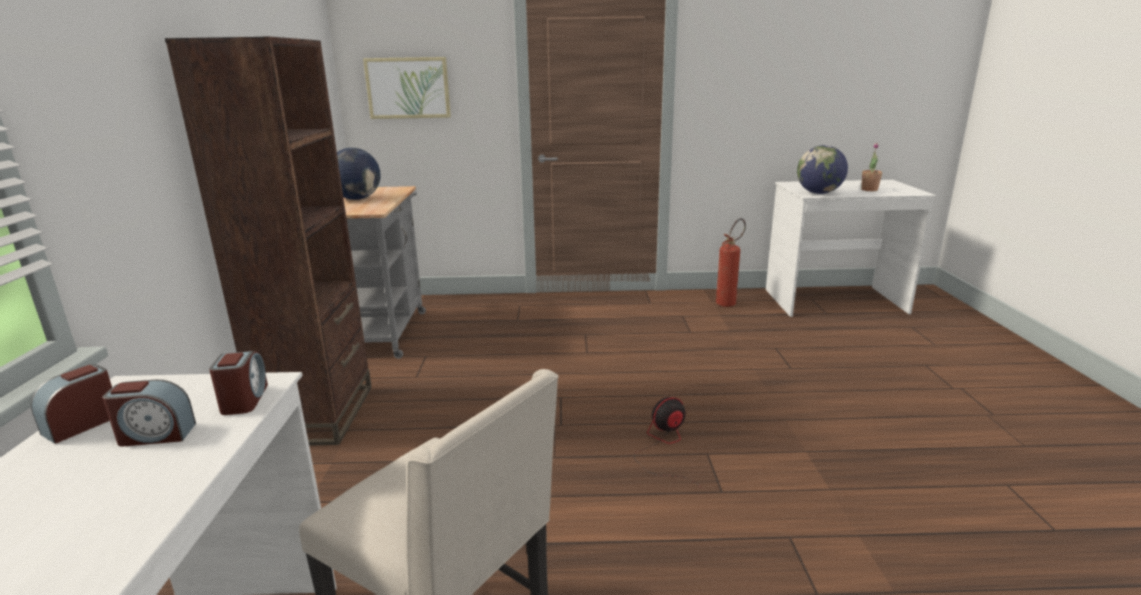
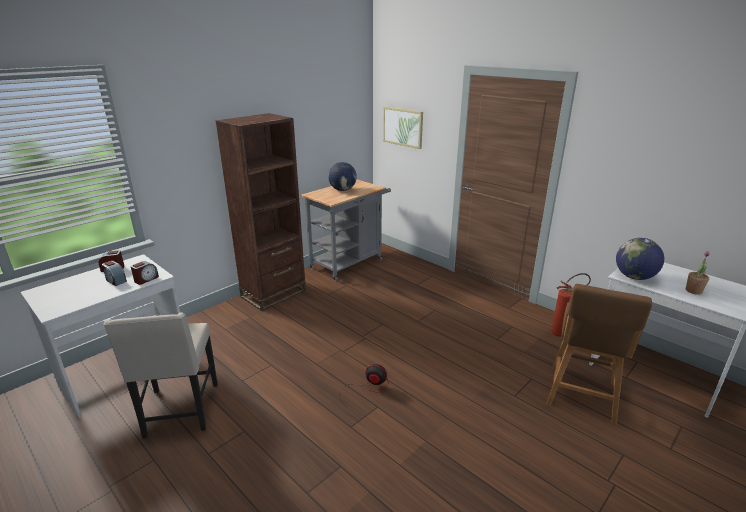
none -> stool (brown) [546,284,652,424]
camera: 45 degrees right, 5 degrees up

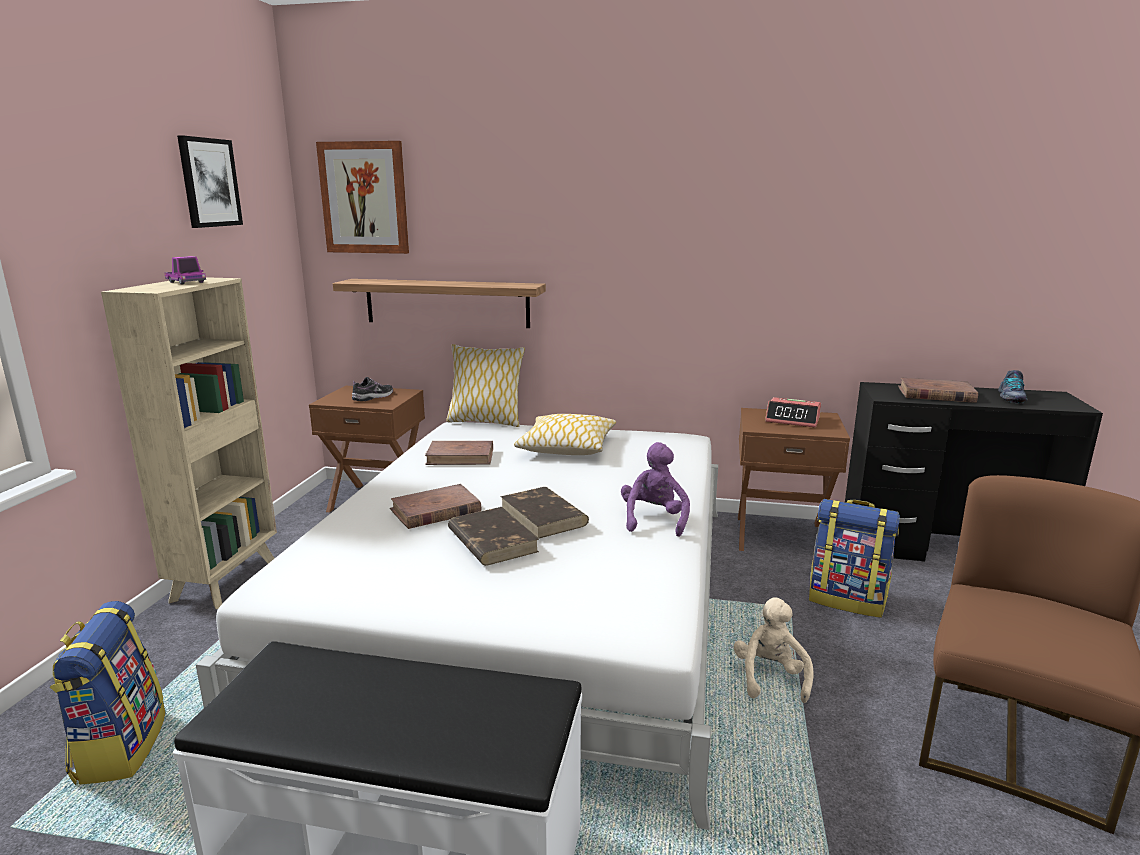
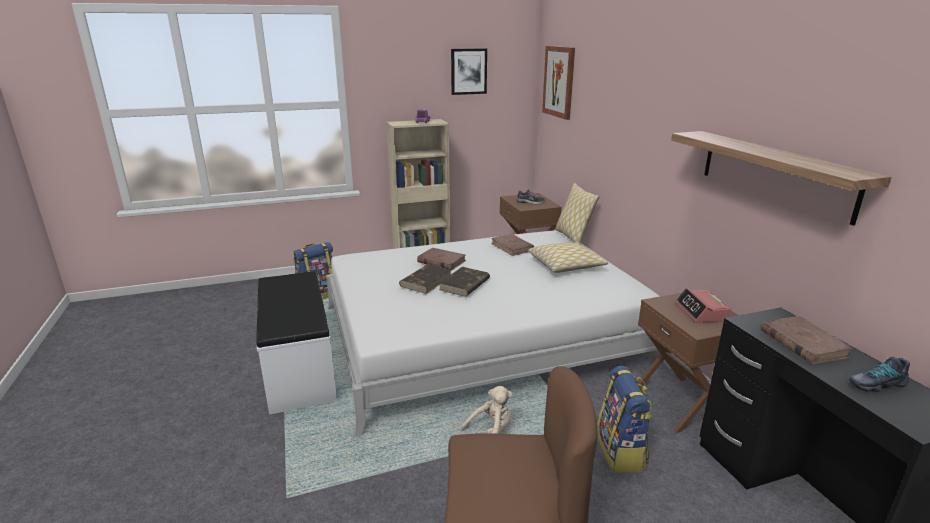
shelf [333,279,546,328] -> shelf [671,131,892,226], moved
plush toy (purple) [621,442,690,537] -> none
camera: 60 degrees right, 5 degrees up

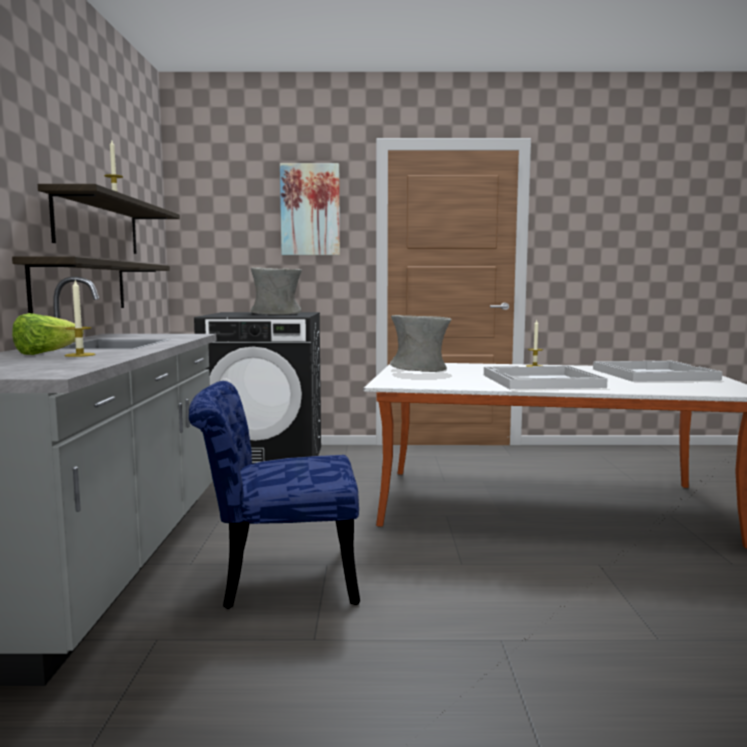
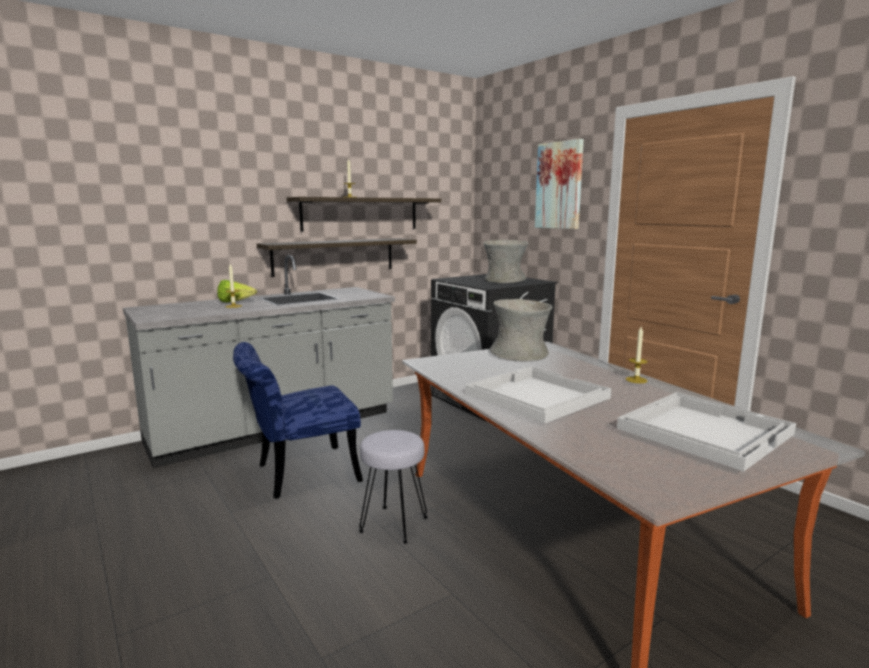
chair (blue) [189,381,360,609] -> chair (blue) [233,342,363,499], 75 degrees counterclockwise
none -> stool (grey) [359,430,428,544]
camera: 55 degrees right, 5 degrees up

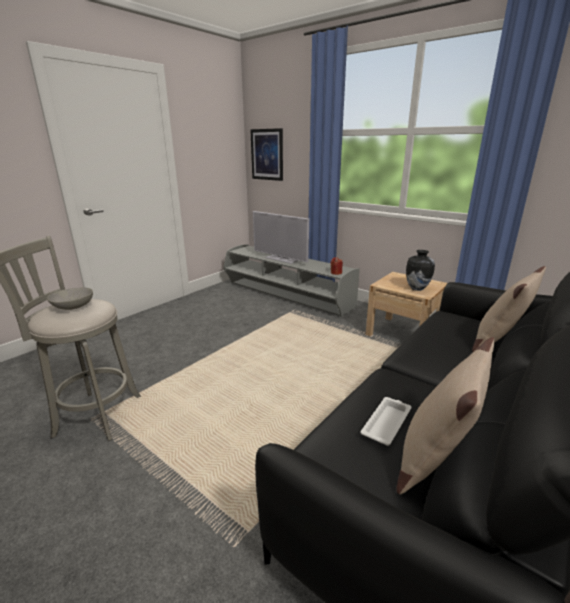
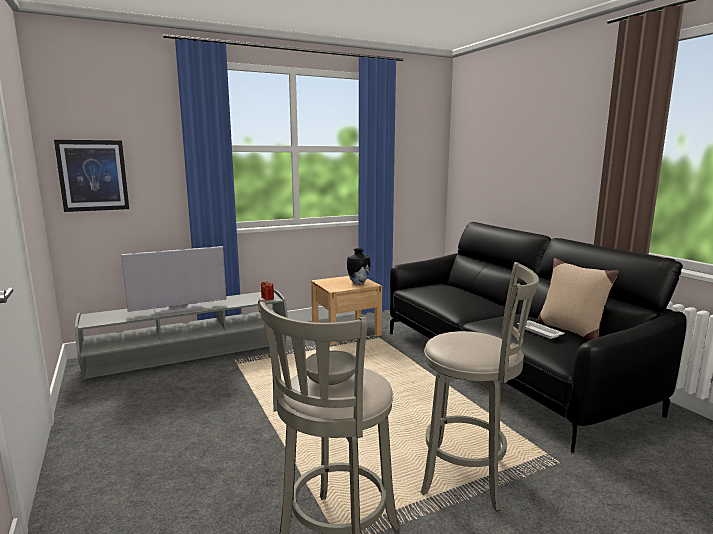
none -> stool (grey) [420,262,539,512]
pillow (beige) [472,266,546,352] -> none
camera: 65 degrees left, 10 degrees down

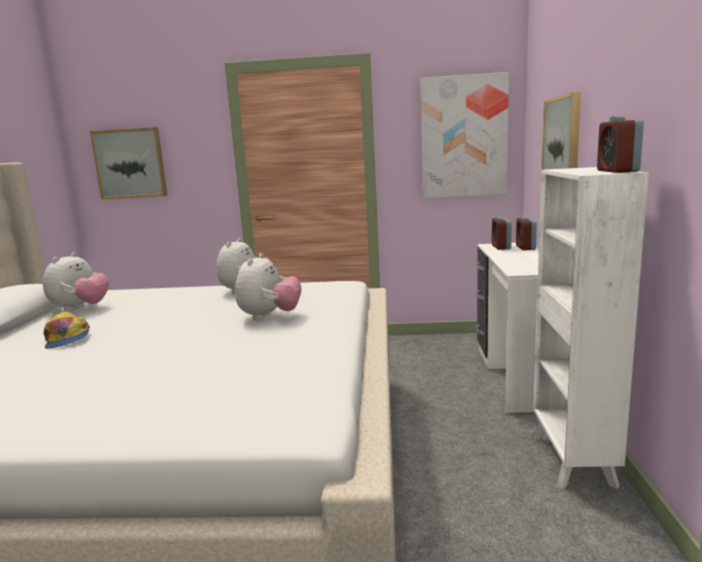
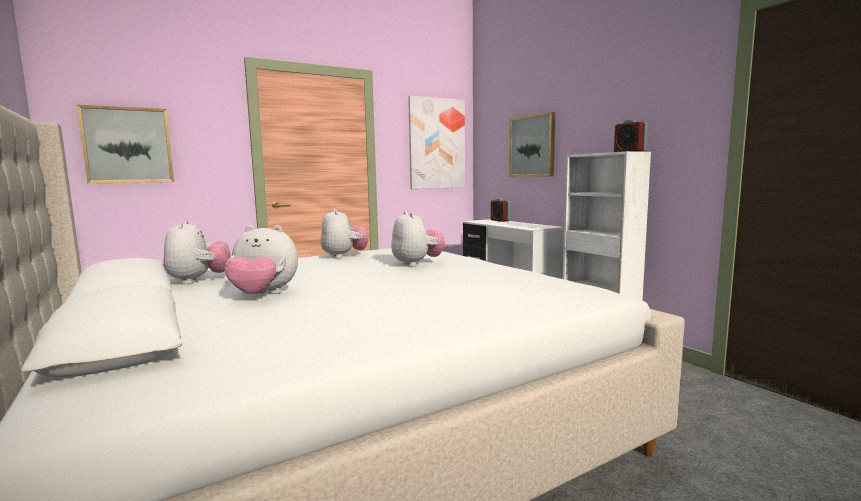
cap [43,311,90,349] -> plush toy [224,225,298,294]
alarm clock [492,216,512,250] -> none
camera: 35 degrees left, 5 degrees down

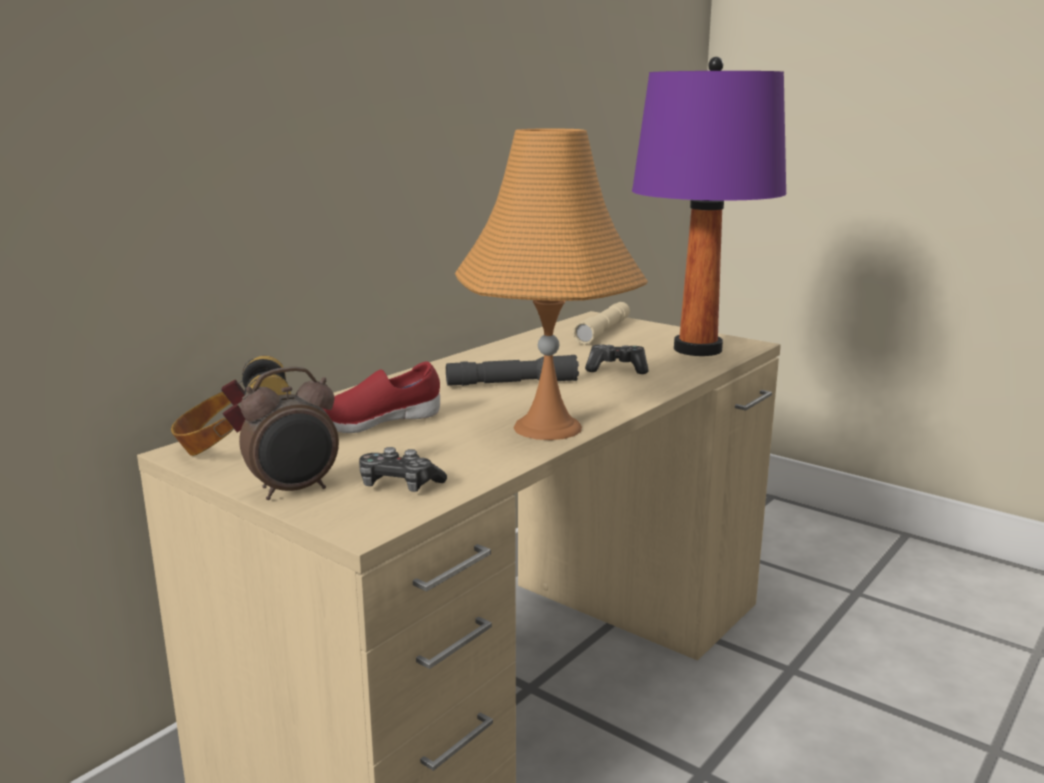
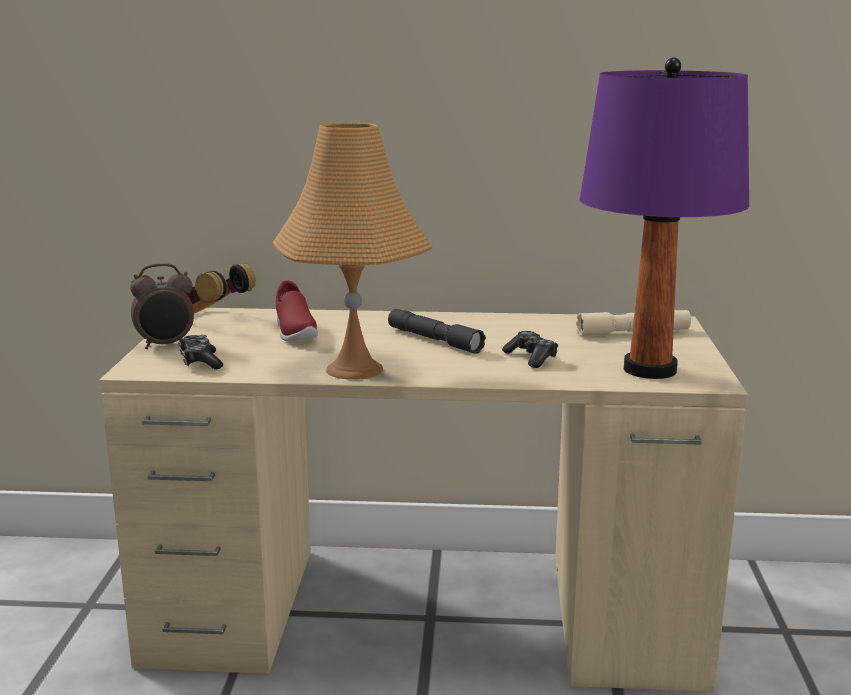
alarm clock [239,366,339,500] -> alarm clock [130,263,194,349], 45 degrees counterclockwise
shoe (red) [322,361,440,433] -> shoe (red) [276,280,318,342], 135 degrees counterclockwise
camera: 55 degrees right, 0 degrees up

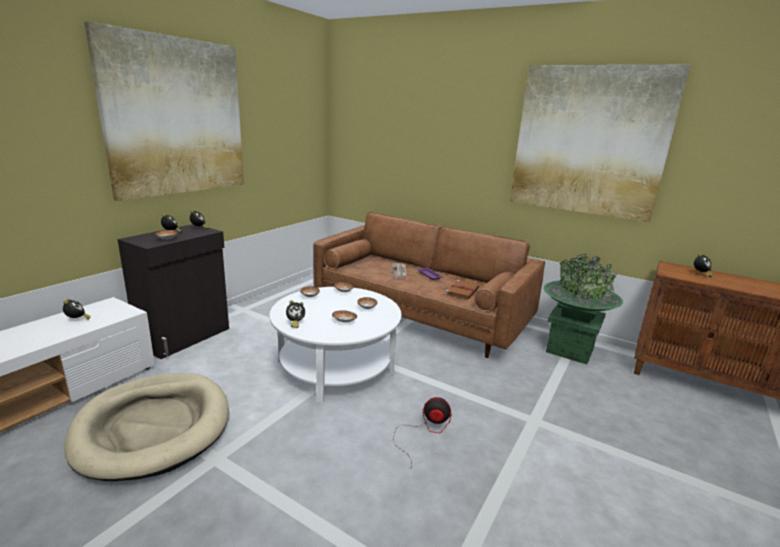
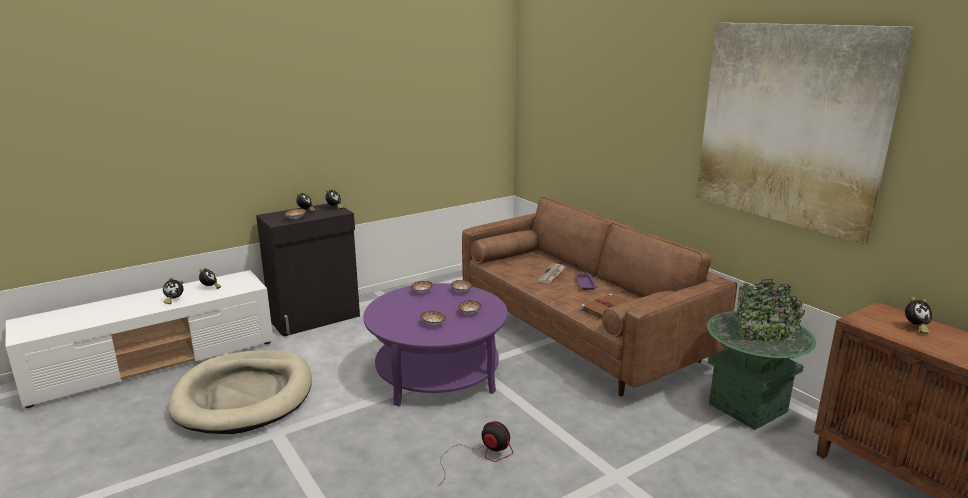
alarm clock [286,301,305,328] -> alarm clock [163,277,184,304], moved
coffee table (white) [269,287,401,403] -> coffee table (purple) [363,283,508,406]
picture [84,21,244,201] -> none
camera: 25 degrees right, 0 degrees up

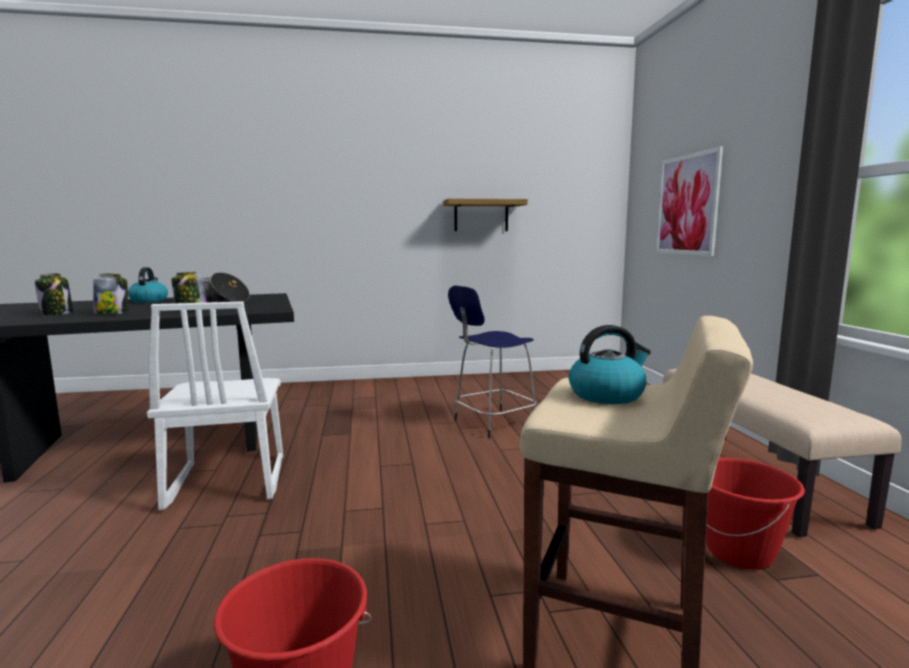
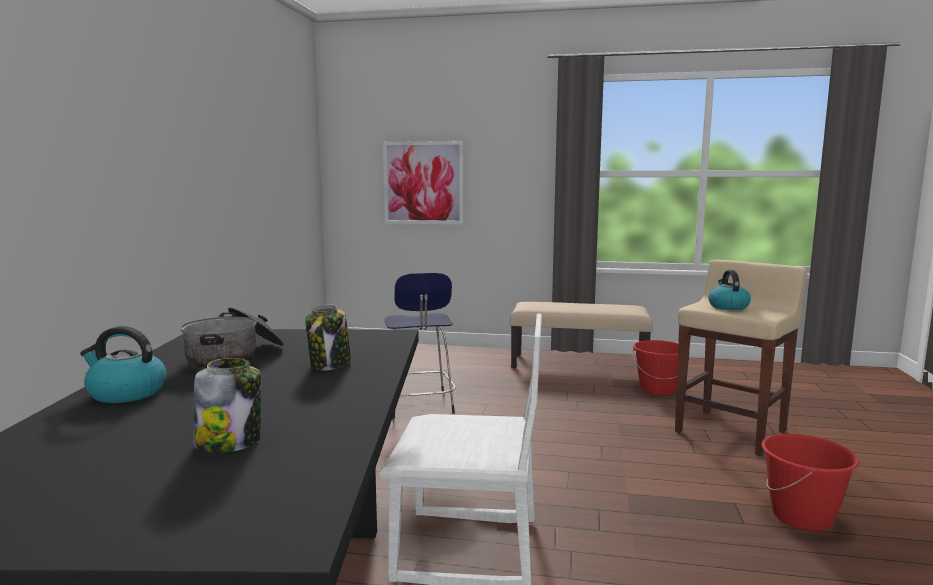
jar [93,273,128,314] -> none
shelf [443,199,528,231] -> none
camera: 70 degrees left, 0 degrees up

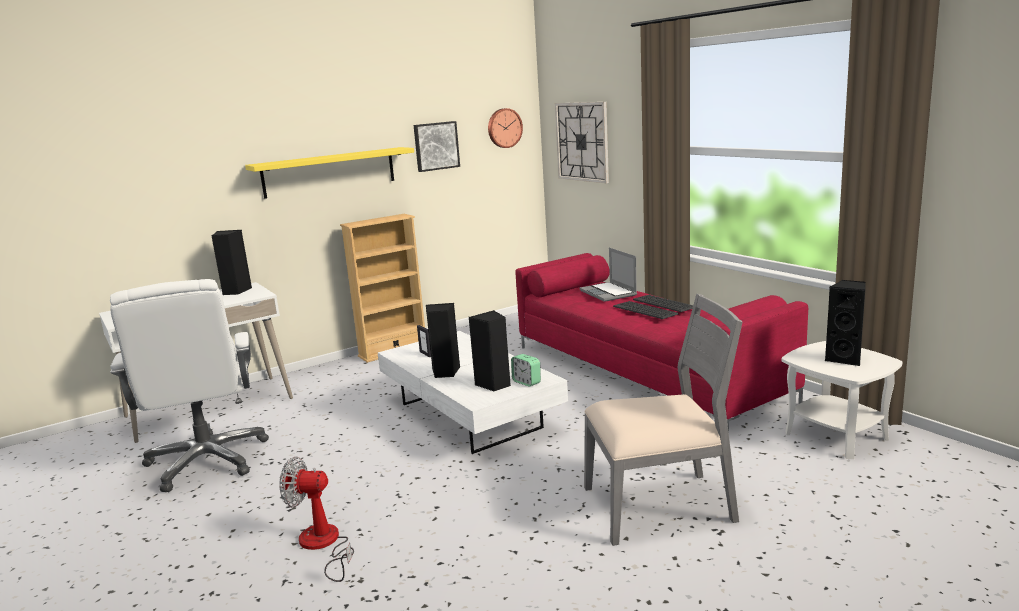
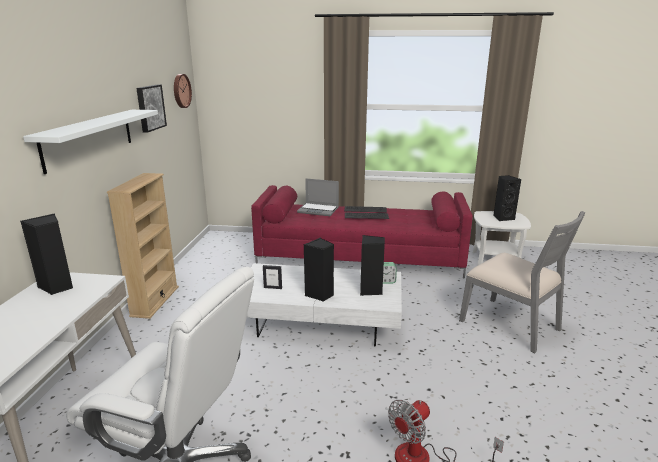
shelf (yellow) [245,147,414,199] -> shelf (white) [23,110,158,174]
chair (grey) [584,294,743,546] -> chair (grey) [459,211,585,353], 105 degrees clockwise
wall clock [555,102,609,183] -> none
camera: 50 degrees left, 5 degrees up

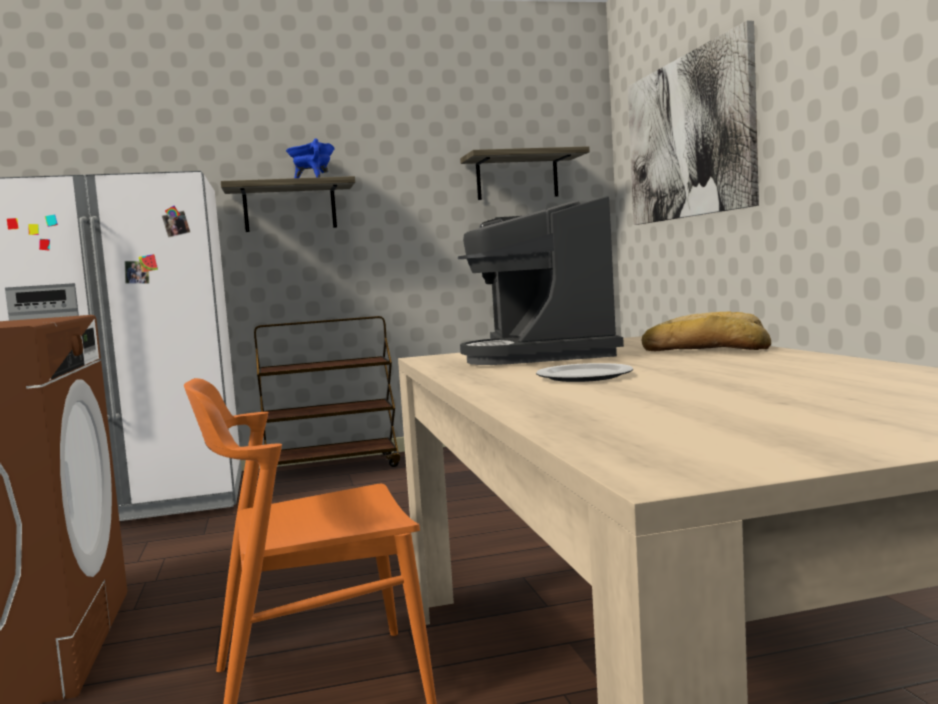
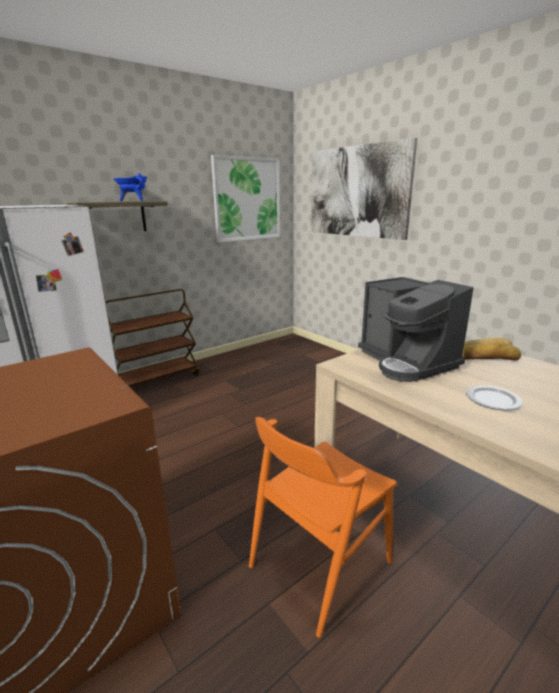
shelf [460,146,590,200] -> picture [211,155,280,242]
camera: 25 degrees left, 15 degrees up

